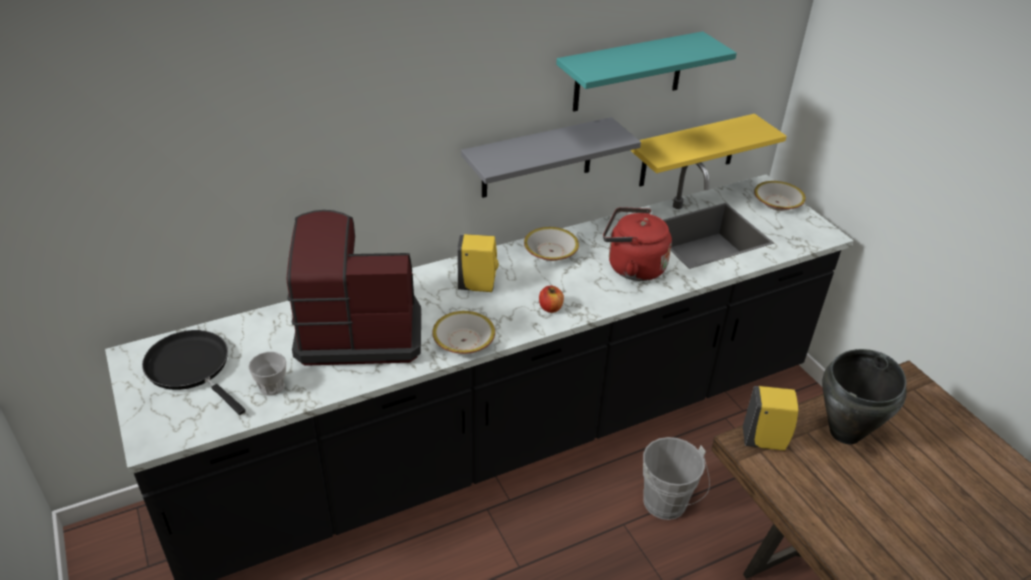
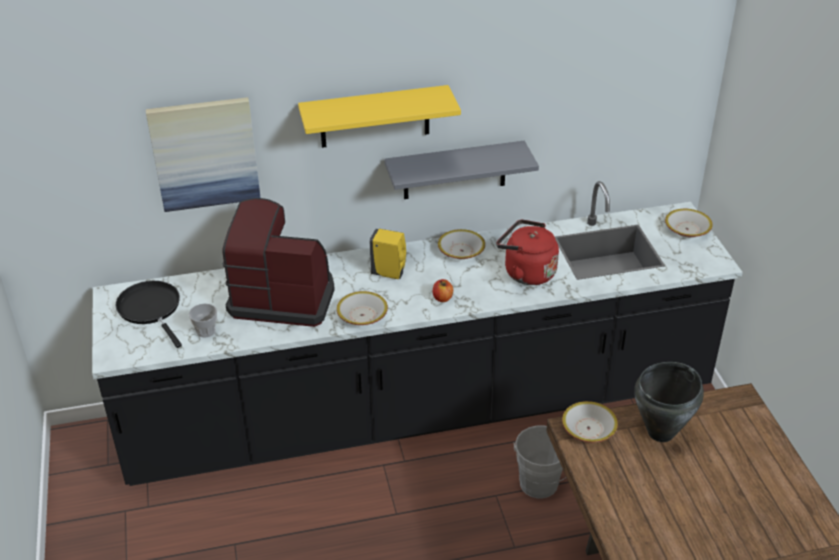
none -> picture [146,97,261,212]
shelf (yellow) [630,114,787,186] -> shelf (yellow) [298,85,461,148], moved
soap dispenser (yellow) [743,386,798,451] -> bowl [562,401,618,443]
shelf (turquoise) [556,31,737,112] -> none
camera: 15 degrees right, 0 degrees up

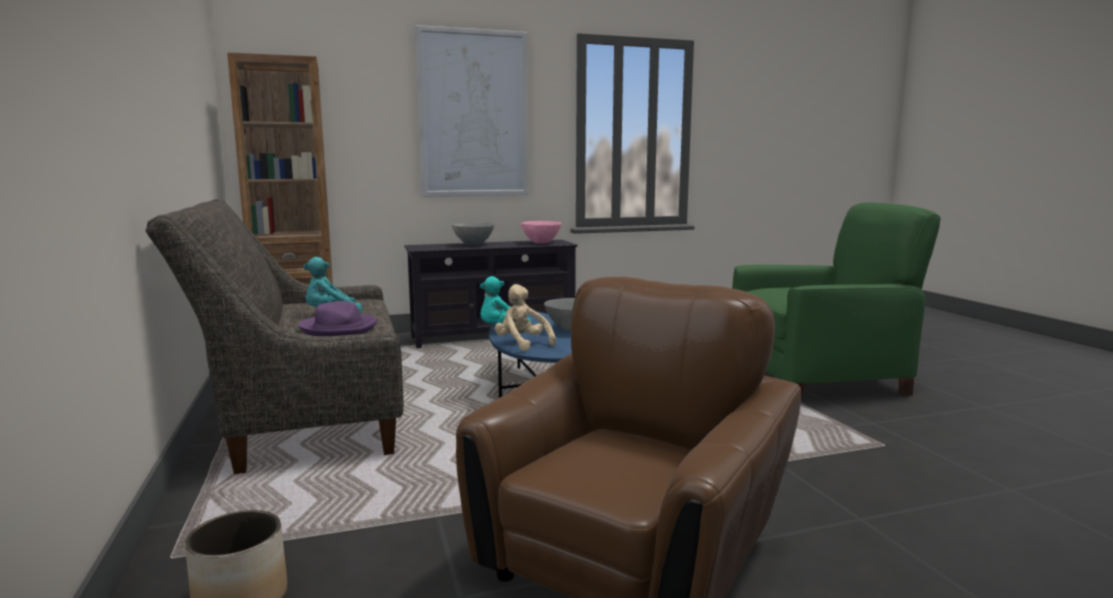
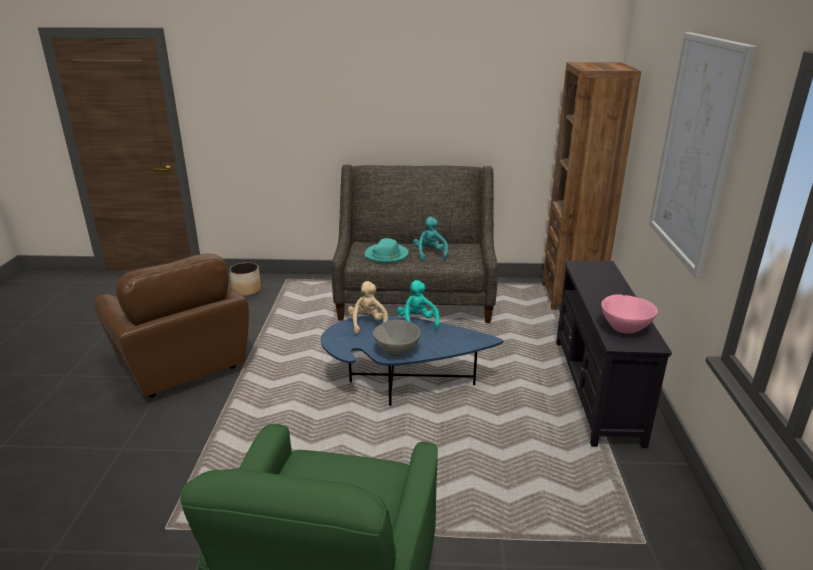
plush toy (beige) [495,284,556,351] -> plush toy (beige) [348,281,388,334], 75 degrees counterclockwise
hat (purple) [298,301,377,336] -> hat (turquoise) [365,238,409,264]
bowl (grey) [452,222,494,245] -> none
camera: 110 degrees right, 15 degrees up

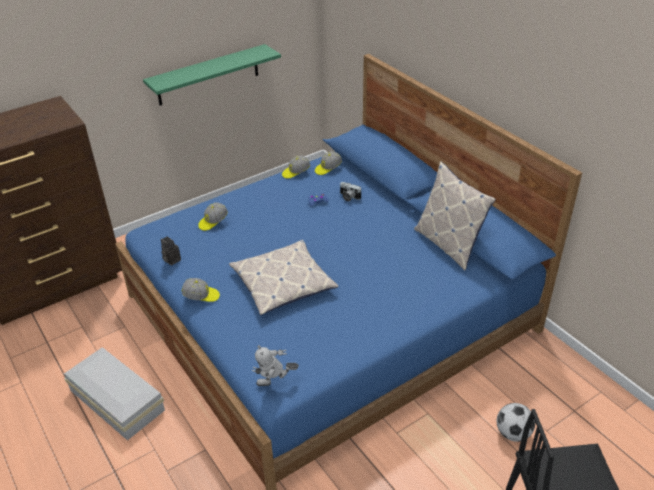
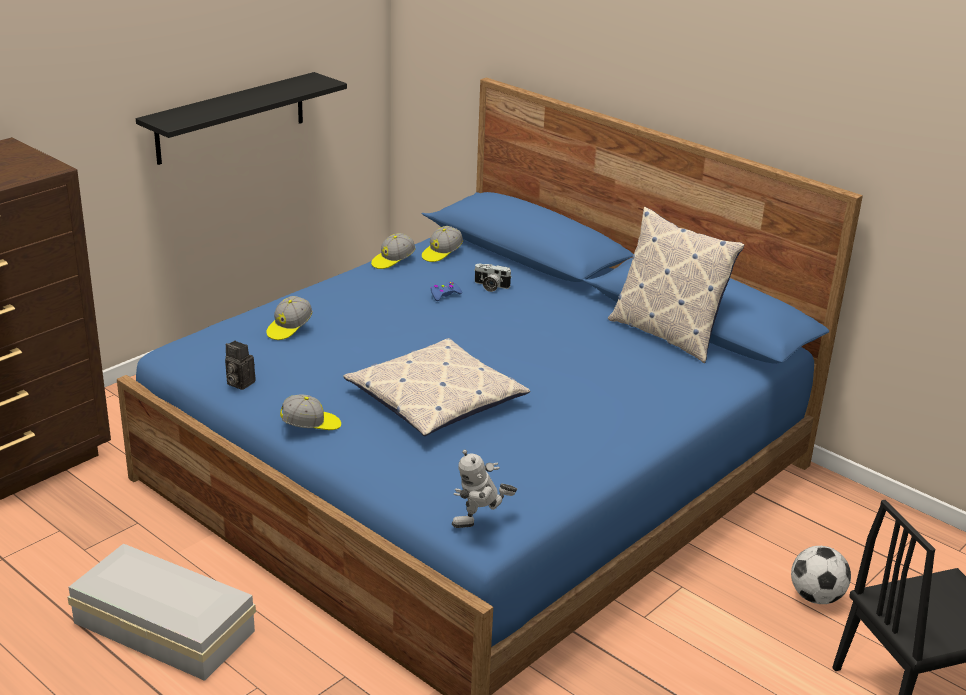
shelf (green) [143,44,281,106] -> shelf (black) [136,72,347,165]
camera: 15 degrees left, 10 degrees down

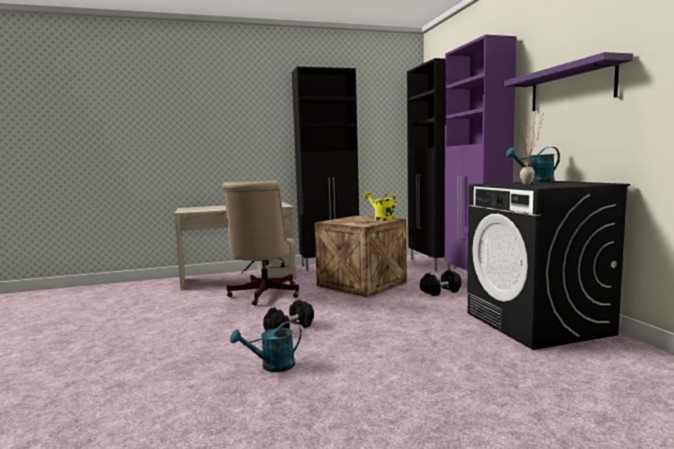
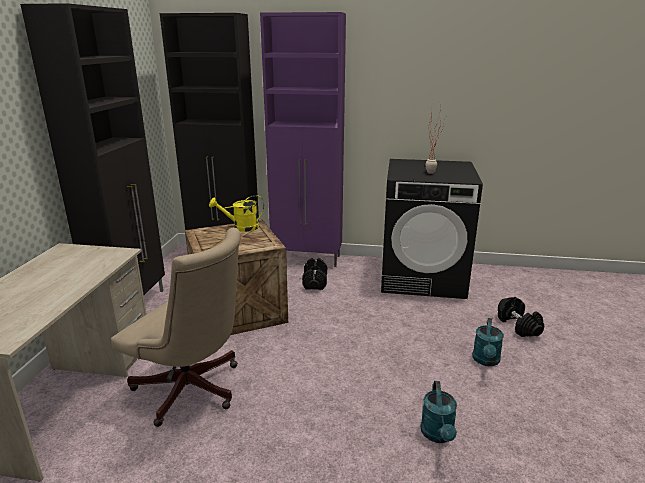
watering can (turquoise) [505,147,560,182] -> watering can (turquoise) [472,318,504,366], moved
dumbbell (black) [263,300,314,331] -> dumbbell (black) [498,297,544,337], moved
shelf (purple) [503,52,633,111] -> none
camera: 65 degrees left, 15 degrees up

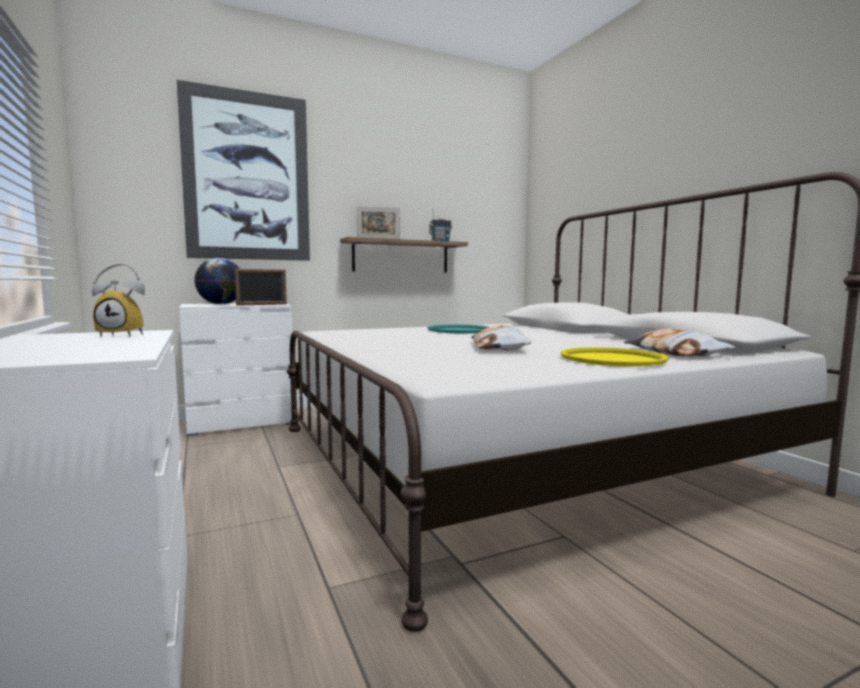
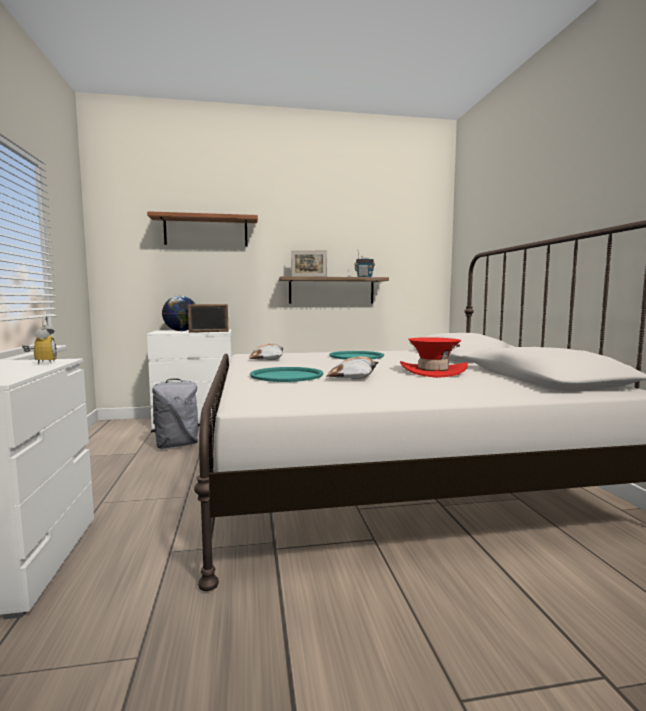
alarm clock [92,263,145,337] -> alarm clock [22,316,57,364], 120 degrees counterclockwise
picture [177,80,310,261] -> shelf [147,211,258,246]
none -> backpack (grey) [151,378,200,449]
pillow [624,329,736,356] -> pillow [249,343,283,360], moved
none -> tray (turquoise) [250,367,324,382]
none -> hat (red) [400,337,468,378]
tray (yellow) [560,347,669,367] -> none
camera: 15 degrees right, 0 degrees up

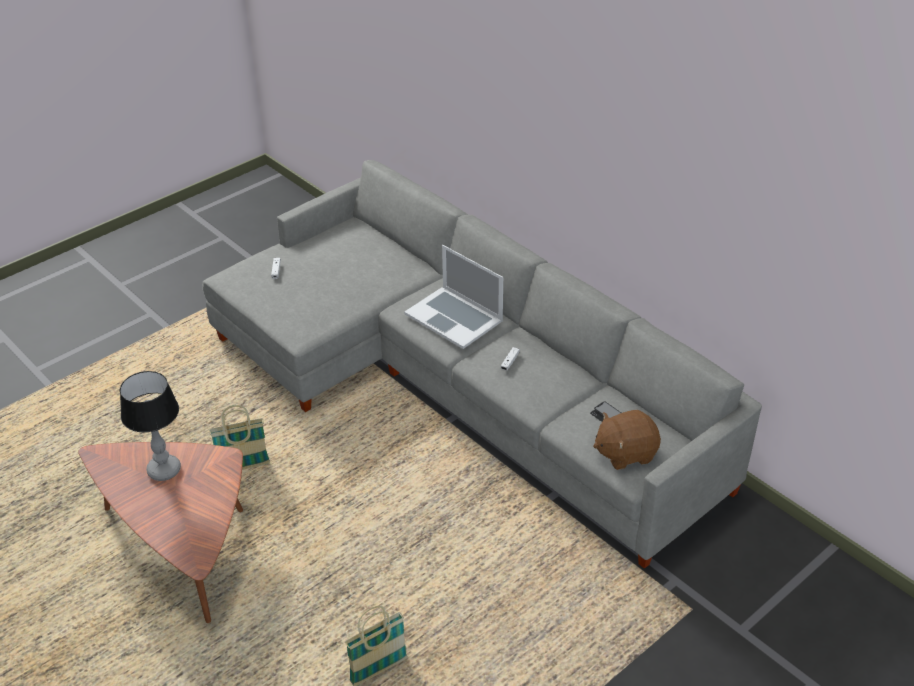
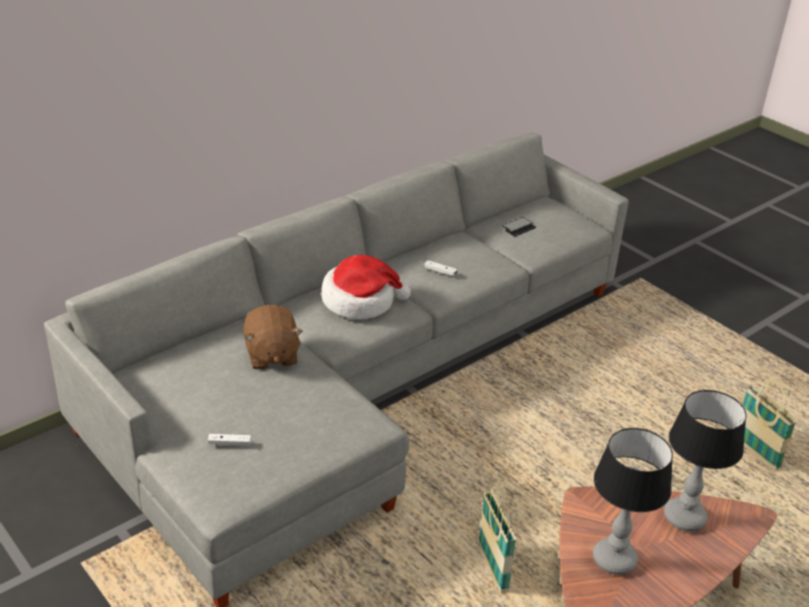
plush toy (brown) [593,410,661,470] -> plush toy (brown) [244,305,303,369], moved
laptop [404,245,503,349] -> hat [321,255,411,319]
none -> table lamp [664,390,747,531]
camera: 90 degrees left, 5 degrees down

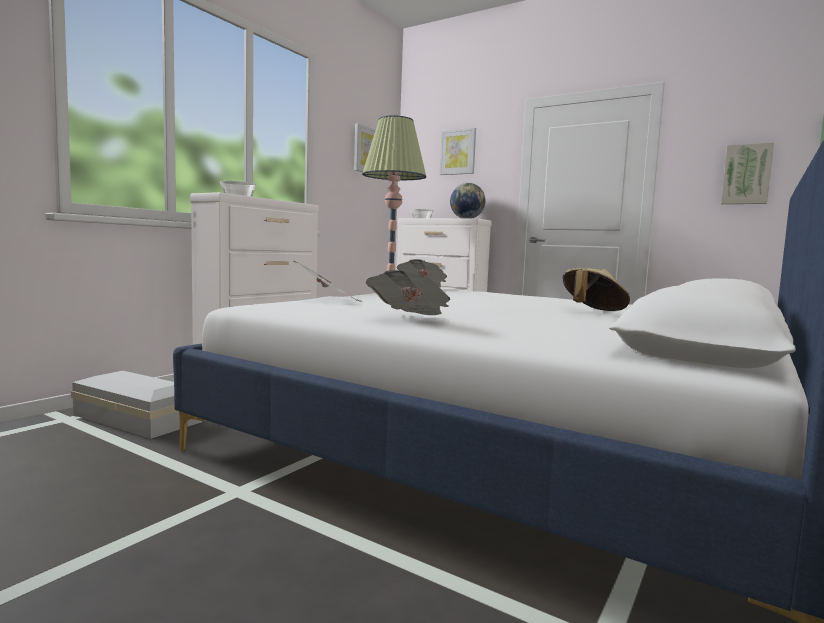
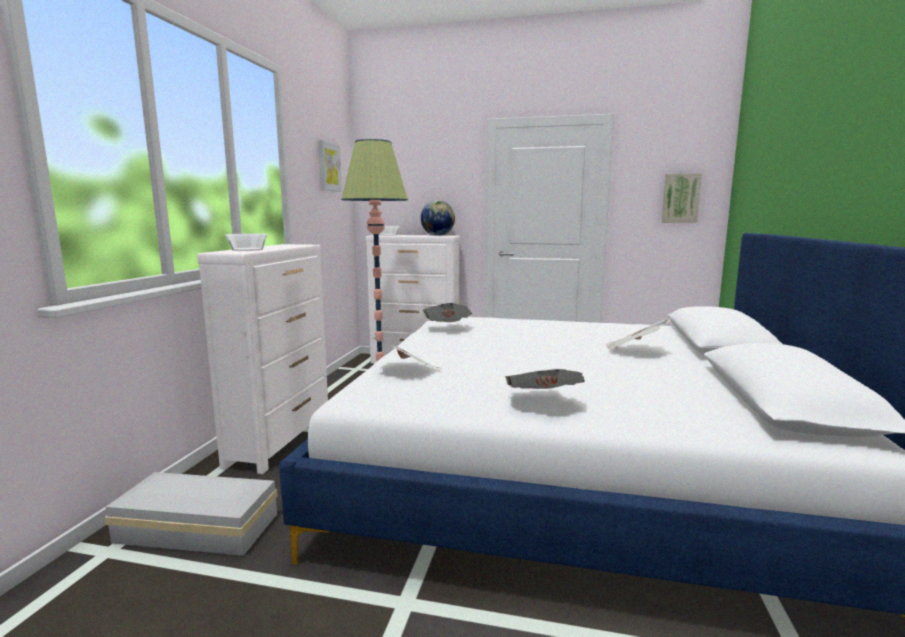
hat (beige) [562,268,630,311] -> newspaper [606,319,671,349]
picture [439,128,476,175] -> none
camera: 20 degrees left, 5 degrees up

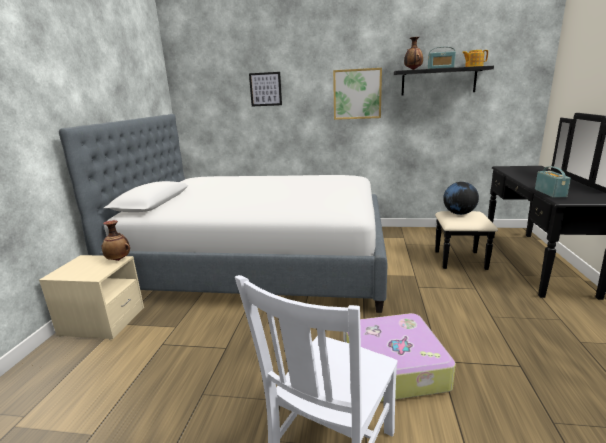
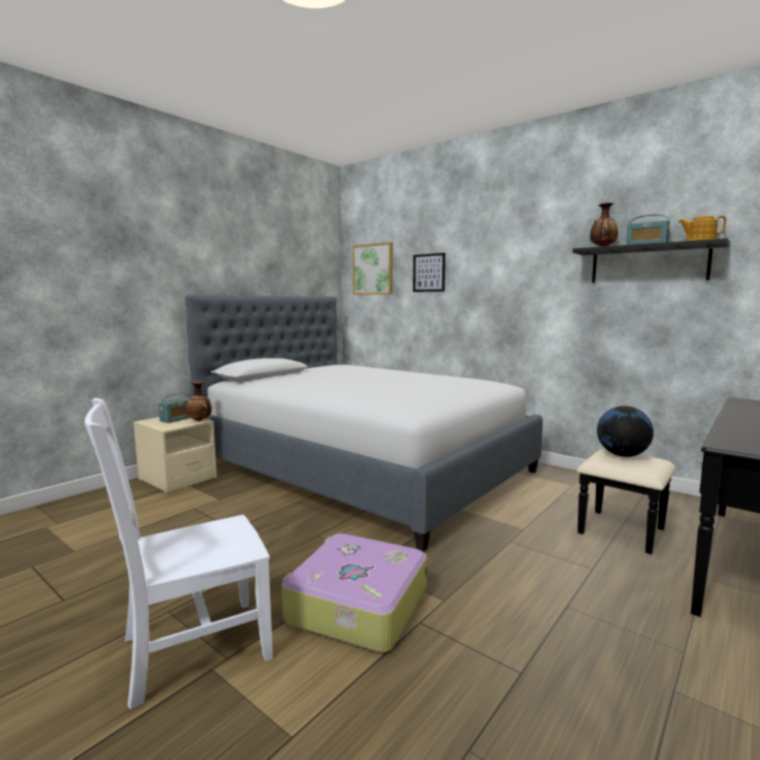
radio [535,166,571,198] -> radio [158,393,191,423], moved
picture [333,68,382,120] -> picture [352,242,393,295], moved
camera: 30 degrees right, 10 degrees down

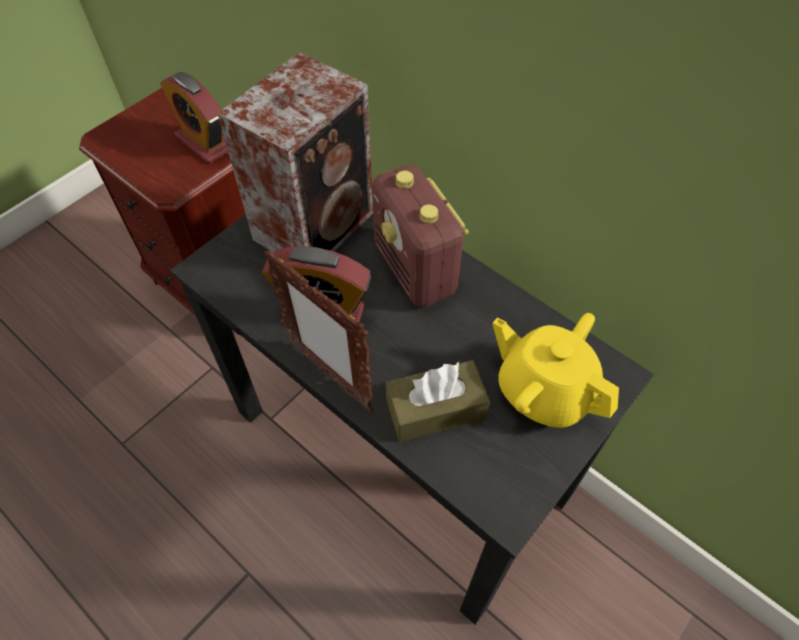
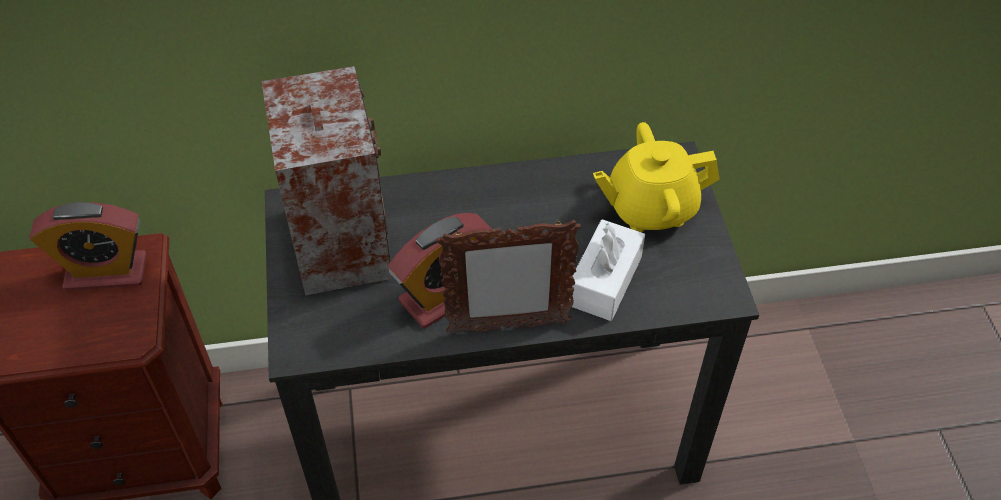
tissue box (brown) [386,360,490,442] -> tissue box (white) [569,219,645,321]
radio [372,165,469,307] -> none
camera: 50 degrees left, 5 degrees down

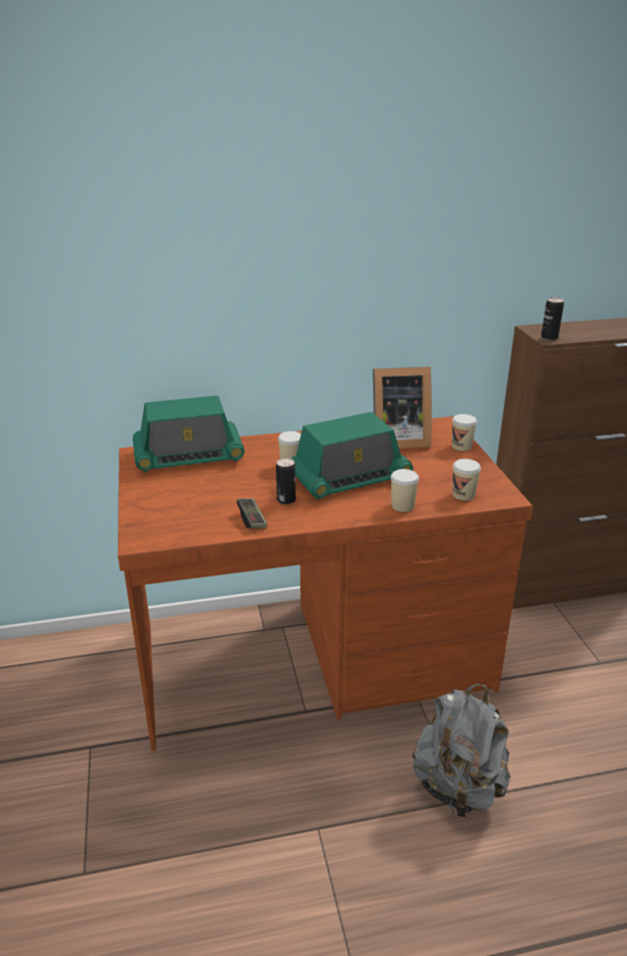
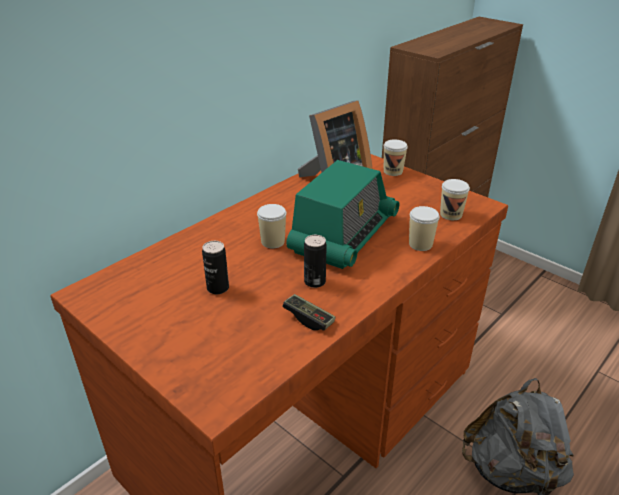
can [541,297,564,340] -> can [202,241,229,294], moved
radio [133,395,244,472] -> none
camera: 35 degrees left, 5 degrees up

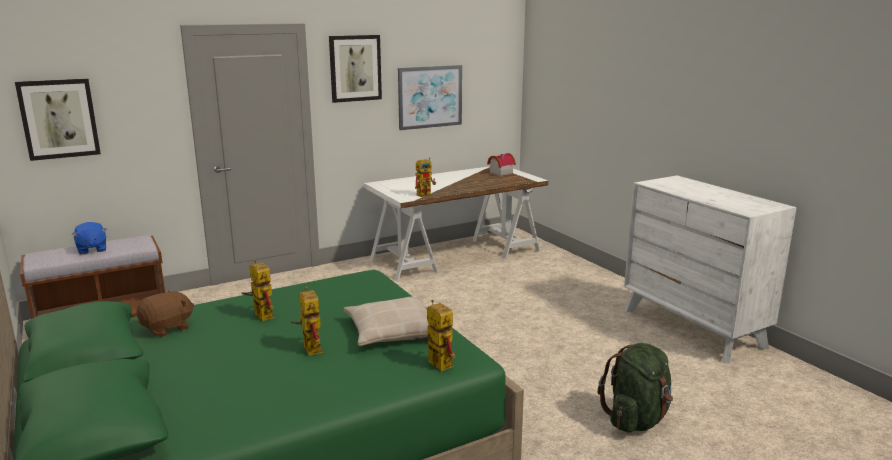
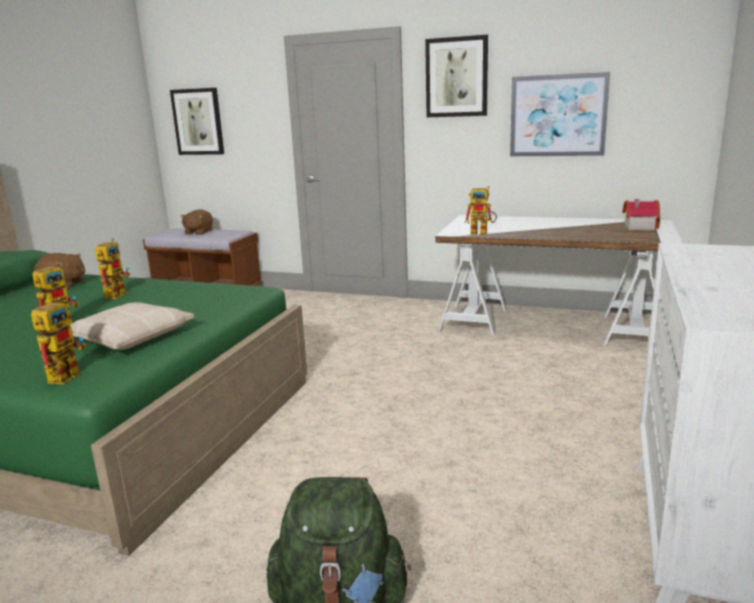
plush toy (blue) [71,222,107,255] -> plush toy (brown) [180,209,213,235]
camera: 50 degrees right, 0 degrees up

